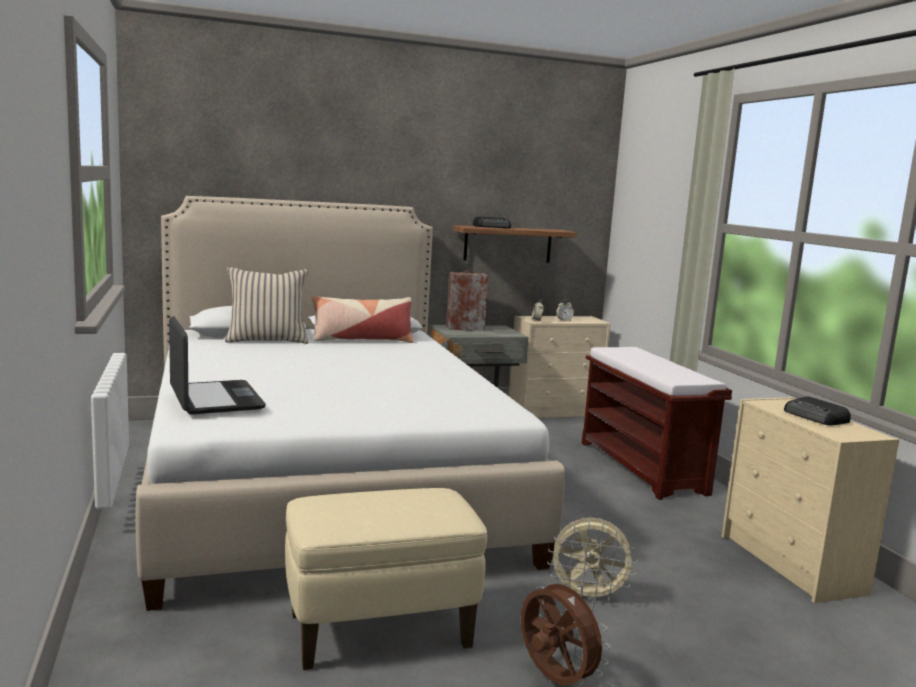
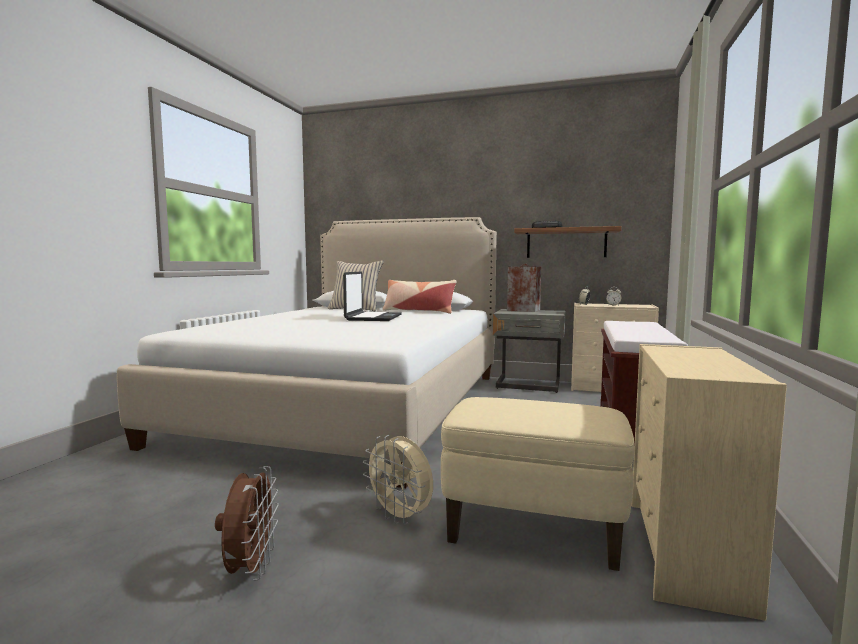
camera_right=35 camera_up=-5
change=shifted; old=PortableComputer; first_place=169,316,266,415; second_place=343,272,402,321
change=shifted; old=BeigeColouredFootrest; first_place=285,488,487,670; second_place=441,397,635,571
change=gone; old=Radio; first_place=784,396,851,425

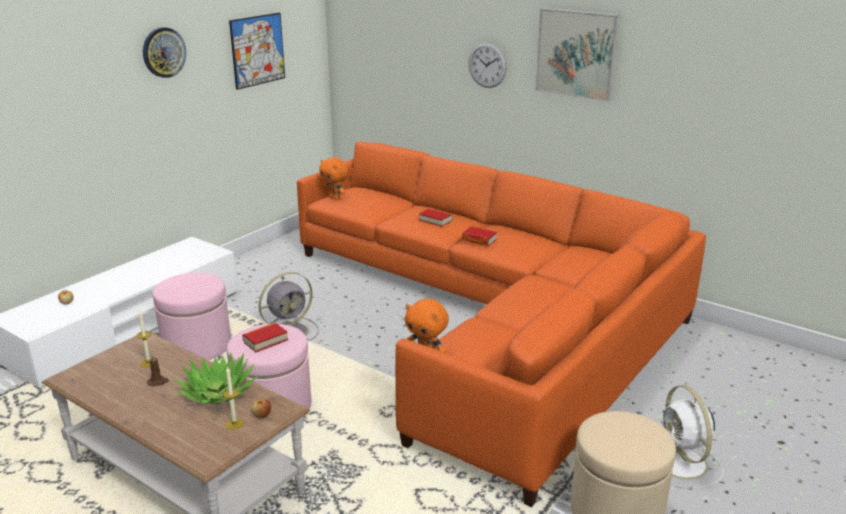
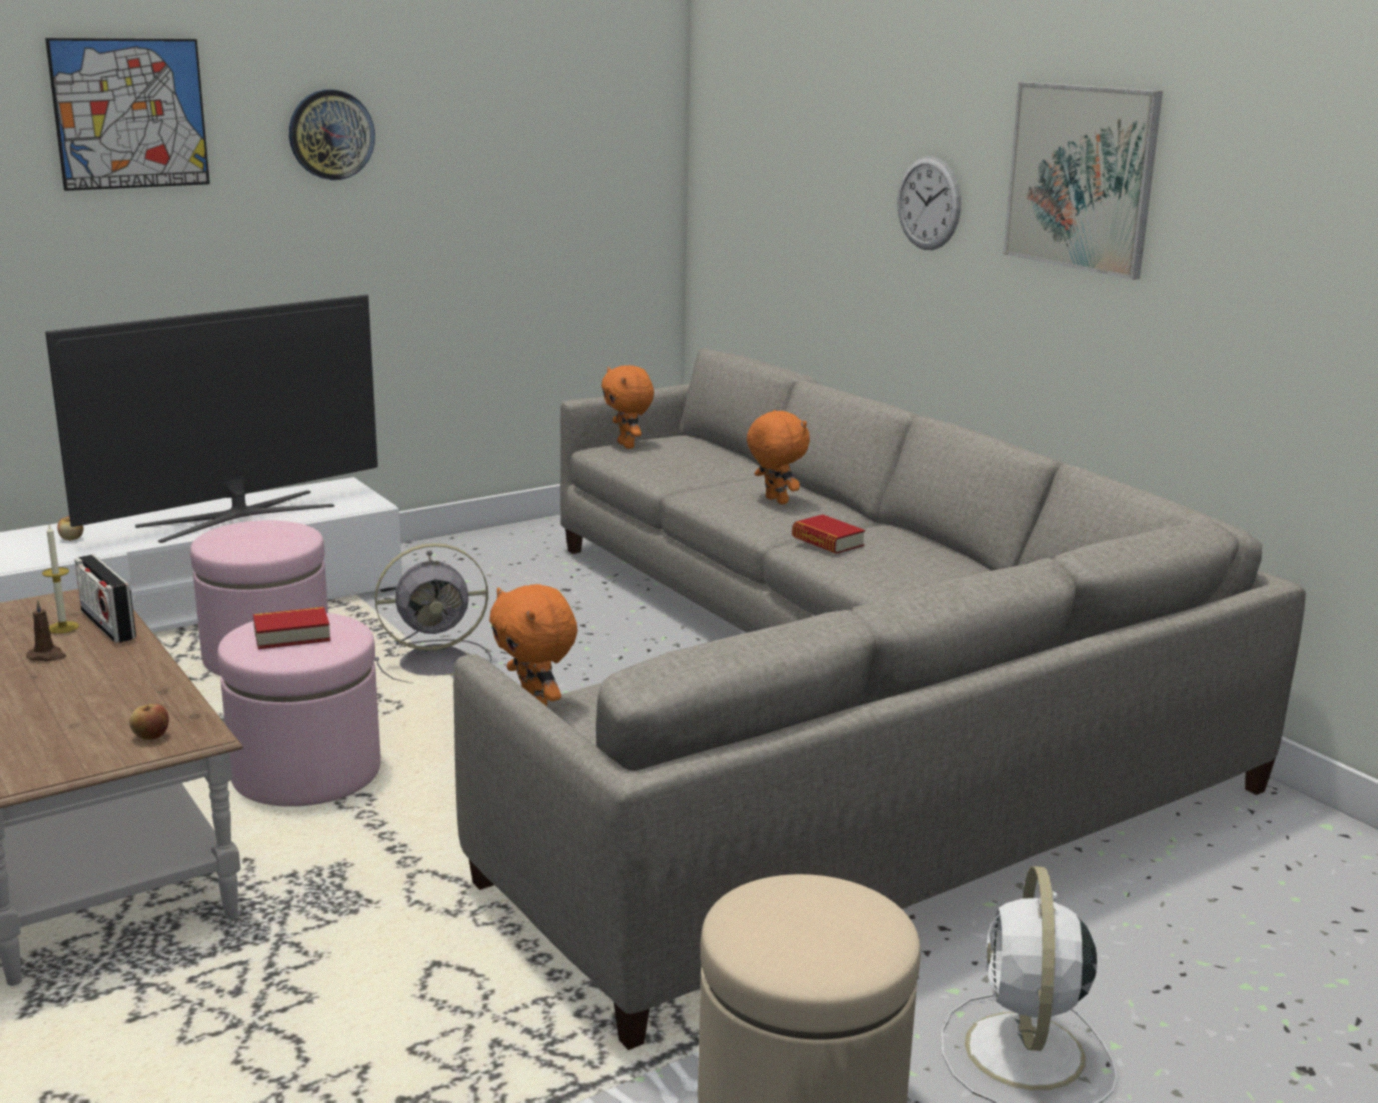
camera_right=20 camera_up=-5
change=shifted; old=WallPicture; first_place=229,13,285,90; second_place=45,38,210,191
change=new; new=Television; second_place=45,294,378,543
change=new; new=Radio; second_place=74,555,136,643
change=repainted; old=OrangeSettee; new=GreyishSettee; first_place=297,141,706,507; second_place=453,348,1306,1050
change=swapped; old=Volume; new=OrangeSoftToy; first_place=419,208,453,227; second_place=747,410,810,504
change=gone; old=PottedPlant; first_place=175,352,258,404
change=gone; old=WaxLight; first_place=223,366,244,430

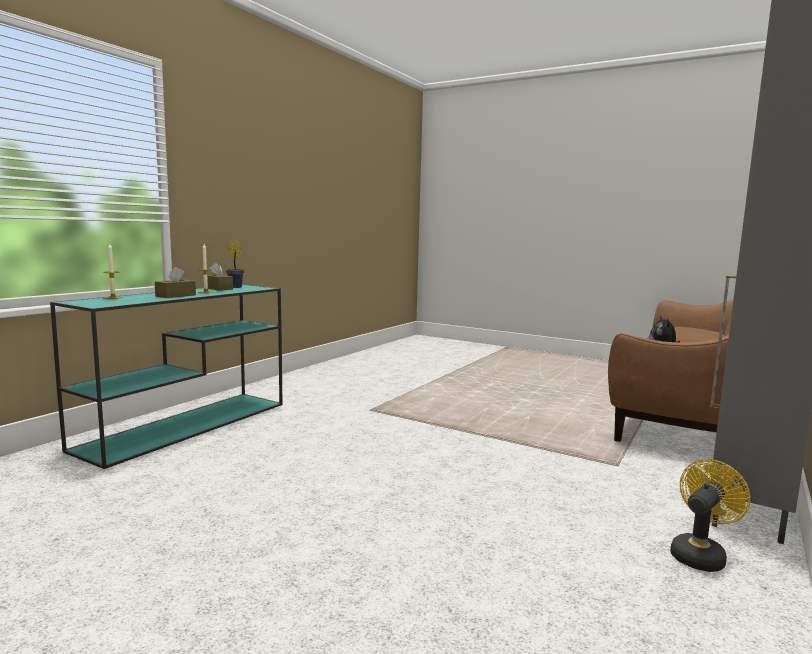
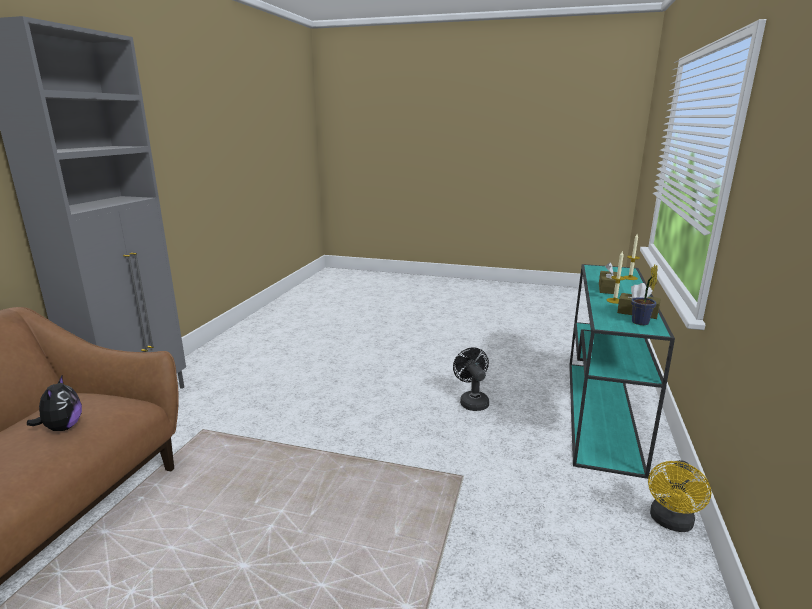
camera_right=165 camera_up=10
change=new; new=BlackColouredElectricFan; second_place=453,347,489,411
change=shifted; old=YellowishElectricFan; first_place=670,459,751,572; second_place=648,460,711,532

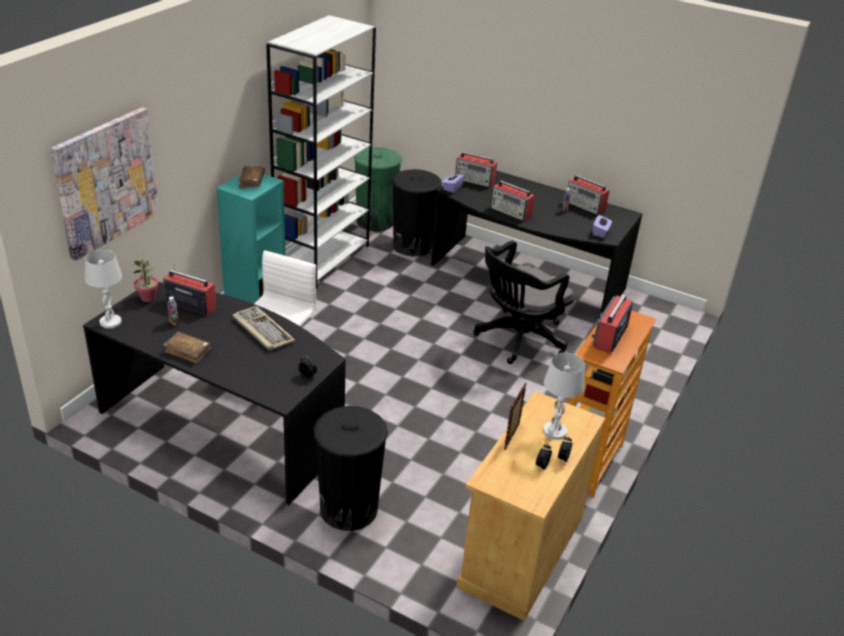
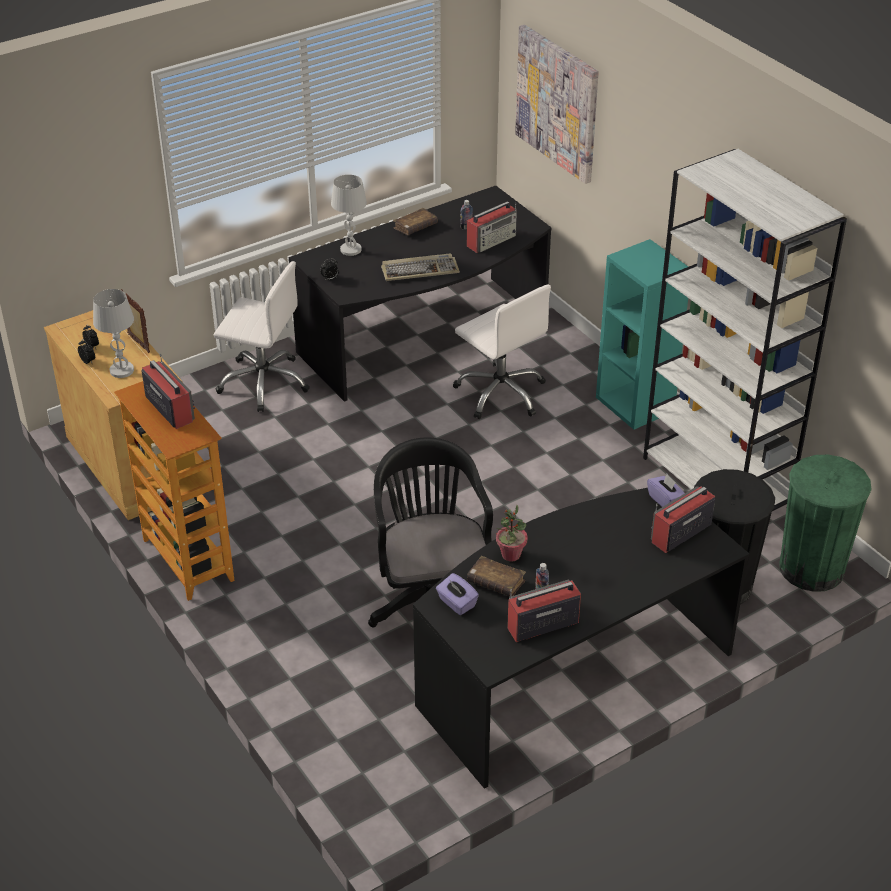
camera_right=120 camera_up=5
change=swapped; old=BlackColouredWasteBin; new=WhiteOfficeChair; first_place=314,406,388,531; second_place=214,261,310,412
change=shifted; old=WhiteTabletopLamp; first_place=85,249,122,329; second_place=331,175,367,256
change=shifted; old=BrownColouredVolume; first_place=238,166,265,188; second_place=467,556,526,597
change=shifted; old=PottedPlant; first_place=133,259,159,302; second_place=496,505,528,561
change=gone; old=Radio; first_place=491,181,535,221

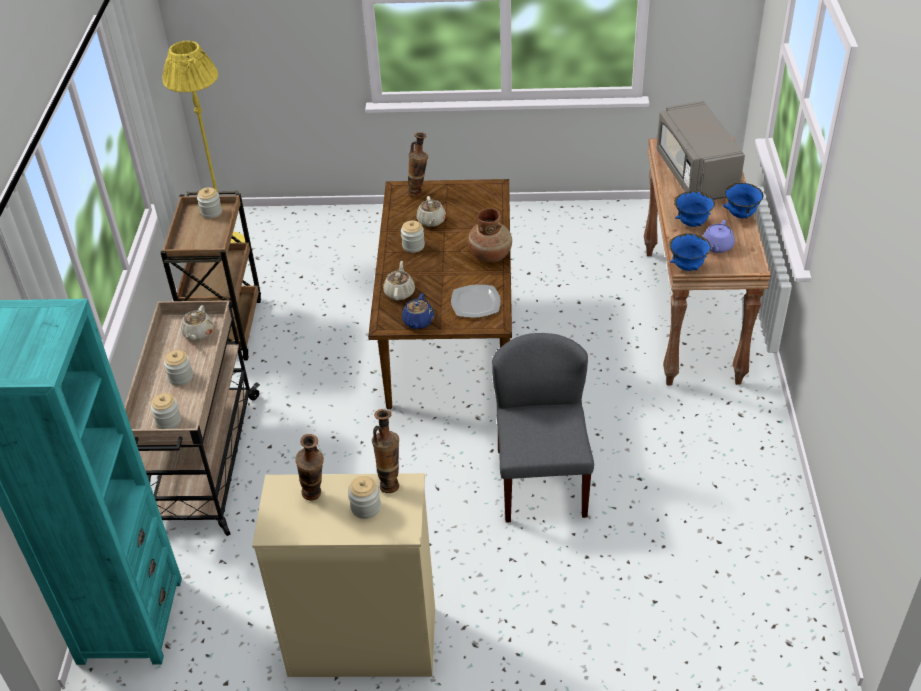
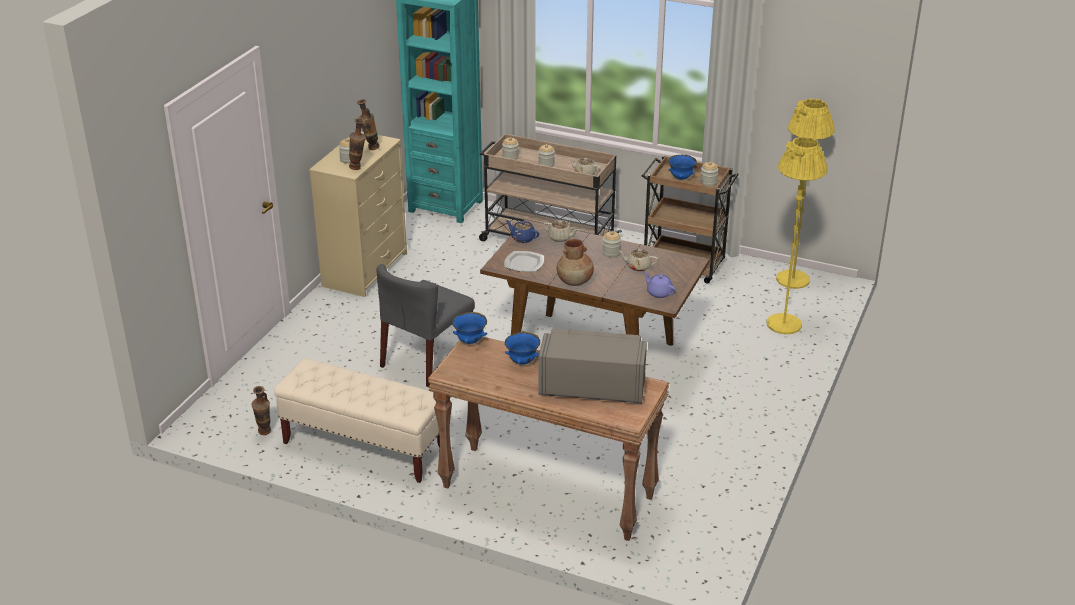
camera_right=110 camera_up=-10
change=shifted; old=FlowerVase; first_place=408,132,428,197; second_place=252,386,271,435
change=new; new=BeigeColouredLongSeat; second_place=274,358,439,483
change=rotated; old=GreyishUprightChair; first_place=492,333,594,523; second_place=376,264,475,387; degrees=105
change=shifted; old=PurplePotForTea; first_place=703,220,735,253; second_place=643,271,676,298
change=shifted; old=BlueDeepDish; first_place=723,183,763,218; second_place=668,155,697,180
change=new; new=YellowishStandardLamp; second_place=766,137,827,334

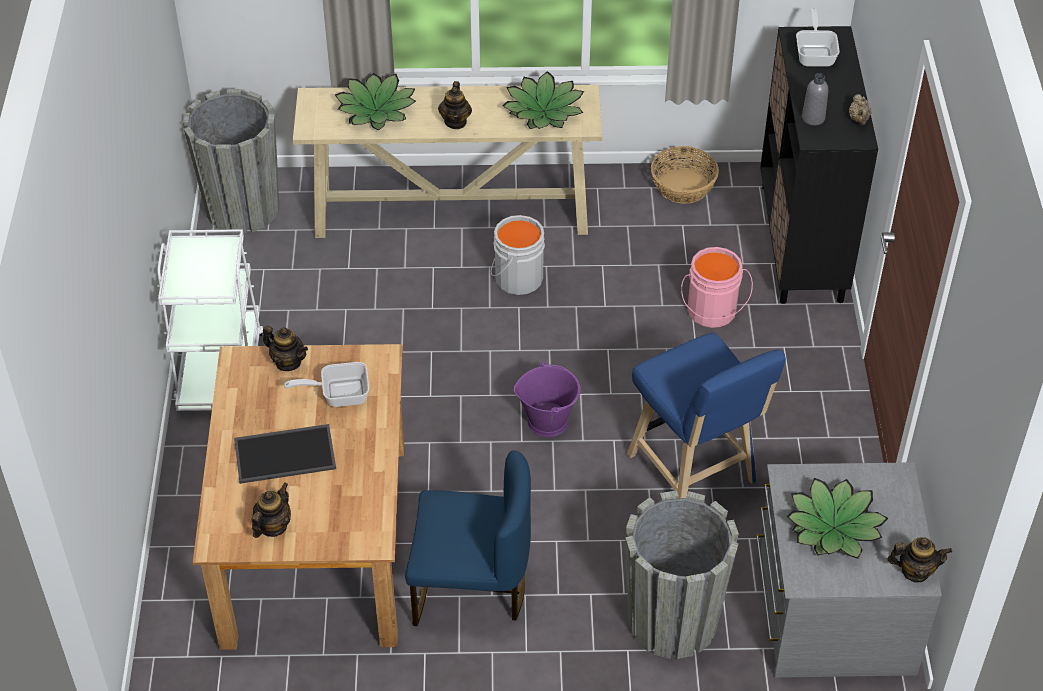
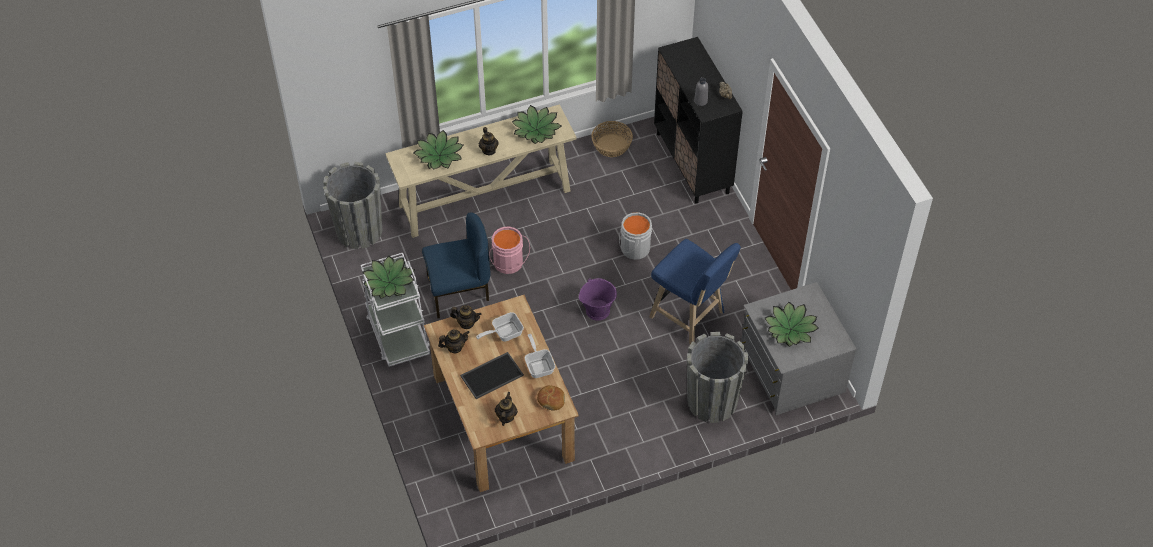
camera_right=-20 camera_up=5
change=new; new=PottedPlant; second_place=363,256,415,299
change=shifted; old=BlueUprightChair; first_place=405,450,531,626; second_place=422,212,490,318
change=shifted; old=PotForTea; first_place=887,537,952,583; second_place=438,329,470,354
change=shifted; old=PinkishPail; first_place=681,247,753,328; second_place=489,227,530,274
change=shifted; old=Skillet; first_place=796,8,840,67; second_place=525,334,556,378
change=new; new=Bread; second_place=537,385,565,410
change=shifted; old=GreyishPail; first_place=491,215,545,295; second_place=619,212,652,260

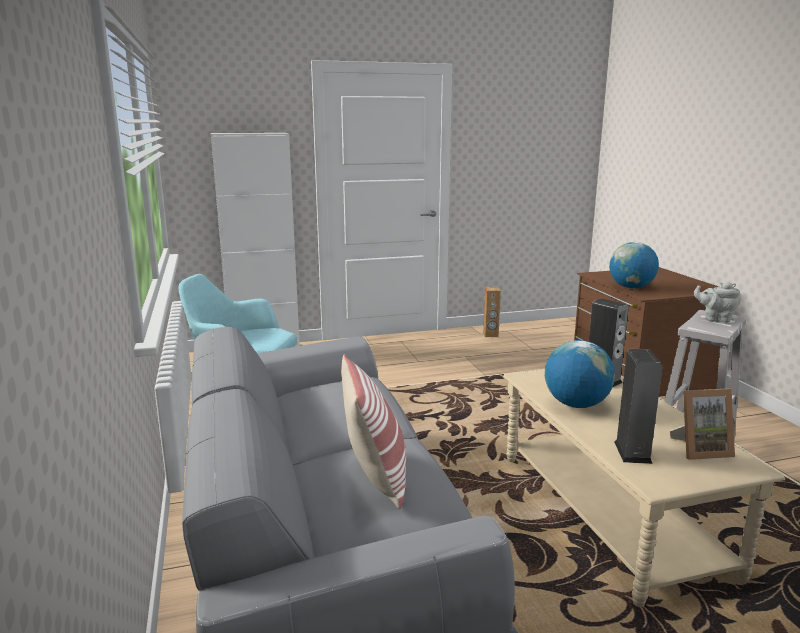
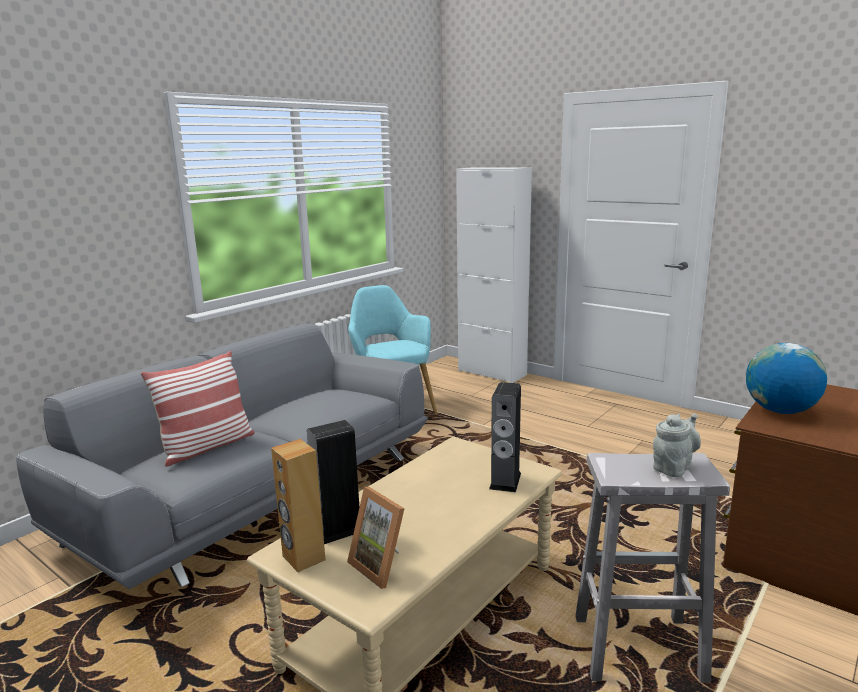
camera_right=55 camera_up=0
change=shifted; old=BrownColouredSpeaker; first_place=483,287,501,337; second_place=271,439,326,572
change=rotated; old=GreyishPotForTea; first_place=694,282,740,323; second_place=653,413,701,477; degrees=60
change=gone; old=Globe; first_place=545,340,615,408

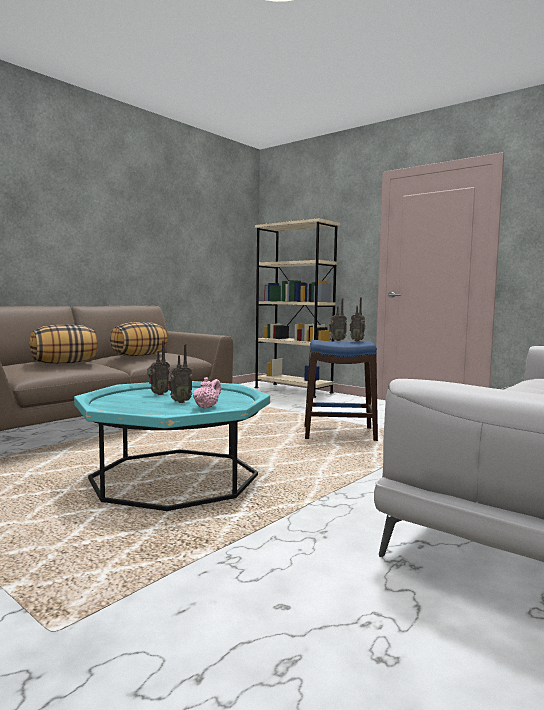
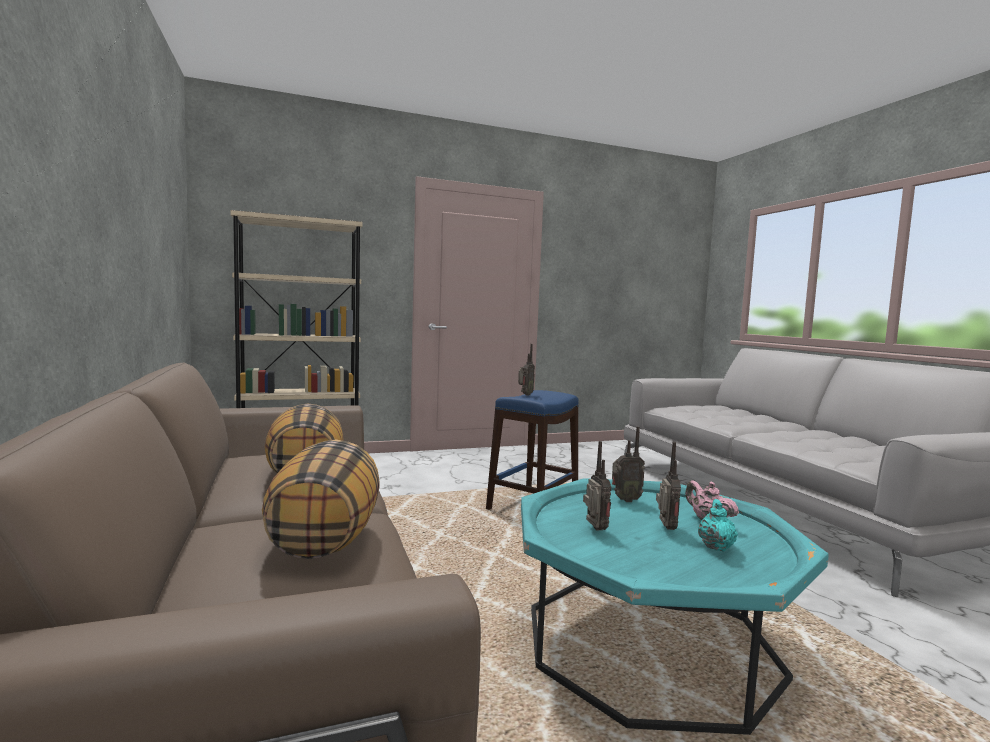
camera_right=-60 camera_up=0
change=shifted; old=Radio; first_place=350,298,366,341; second_place=612,426,645,502
change=new; new=TurquoisePotForTea; second_place=698,499,738,552

